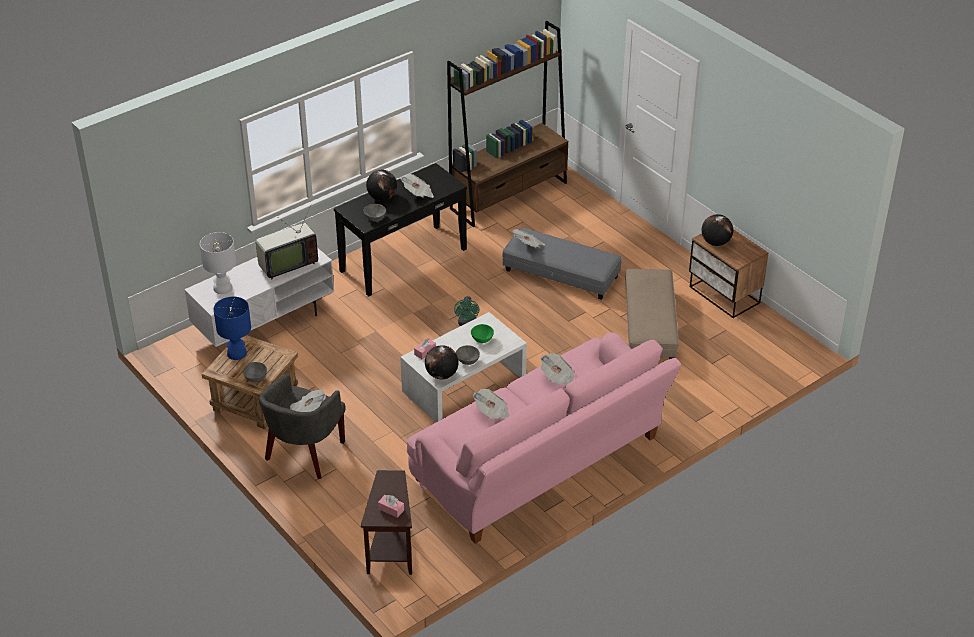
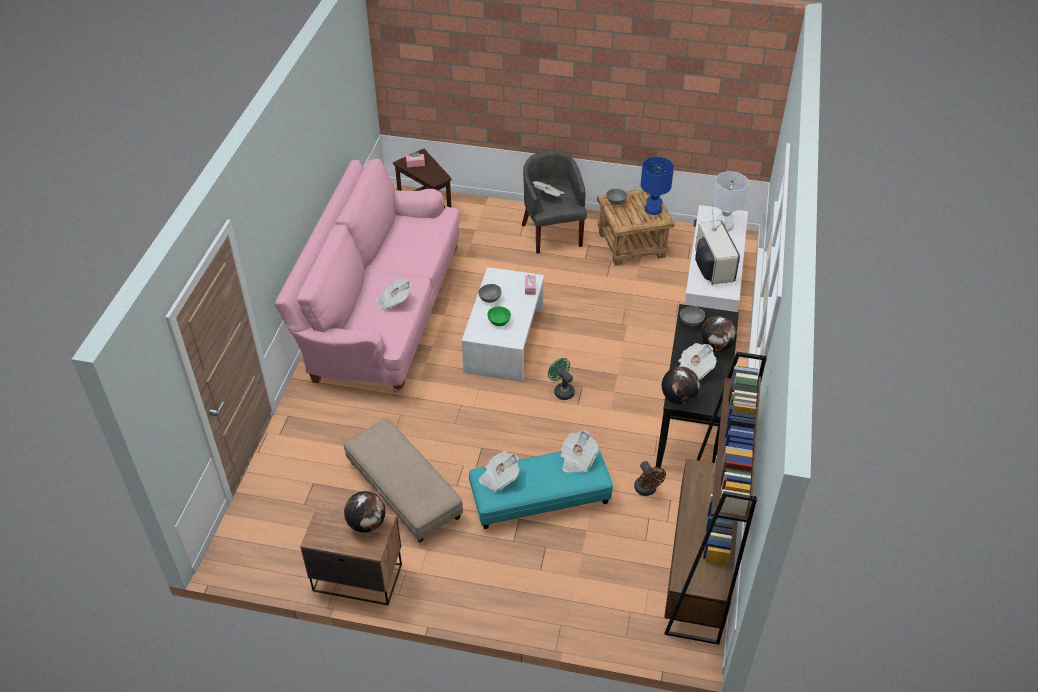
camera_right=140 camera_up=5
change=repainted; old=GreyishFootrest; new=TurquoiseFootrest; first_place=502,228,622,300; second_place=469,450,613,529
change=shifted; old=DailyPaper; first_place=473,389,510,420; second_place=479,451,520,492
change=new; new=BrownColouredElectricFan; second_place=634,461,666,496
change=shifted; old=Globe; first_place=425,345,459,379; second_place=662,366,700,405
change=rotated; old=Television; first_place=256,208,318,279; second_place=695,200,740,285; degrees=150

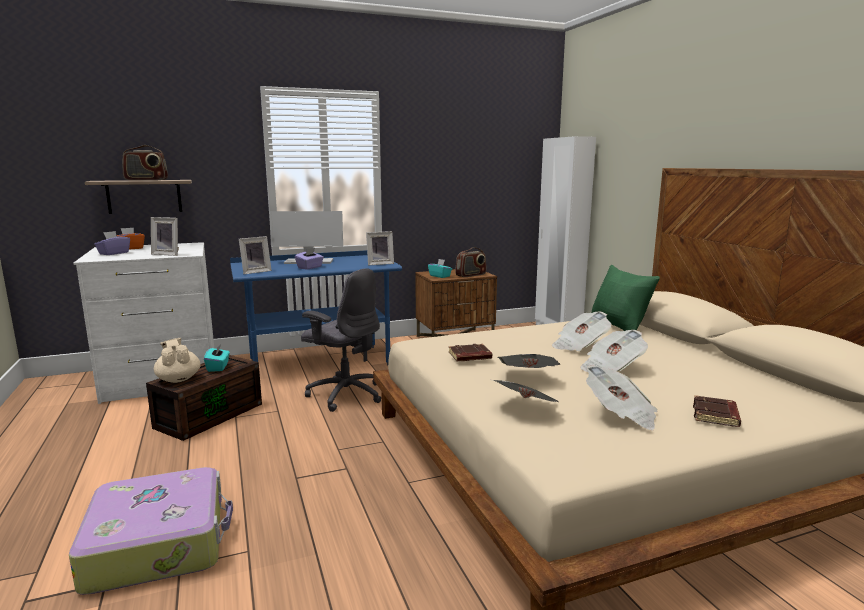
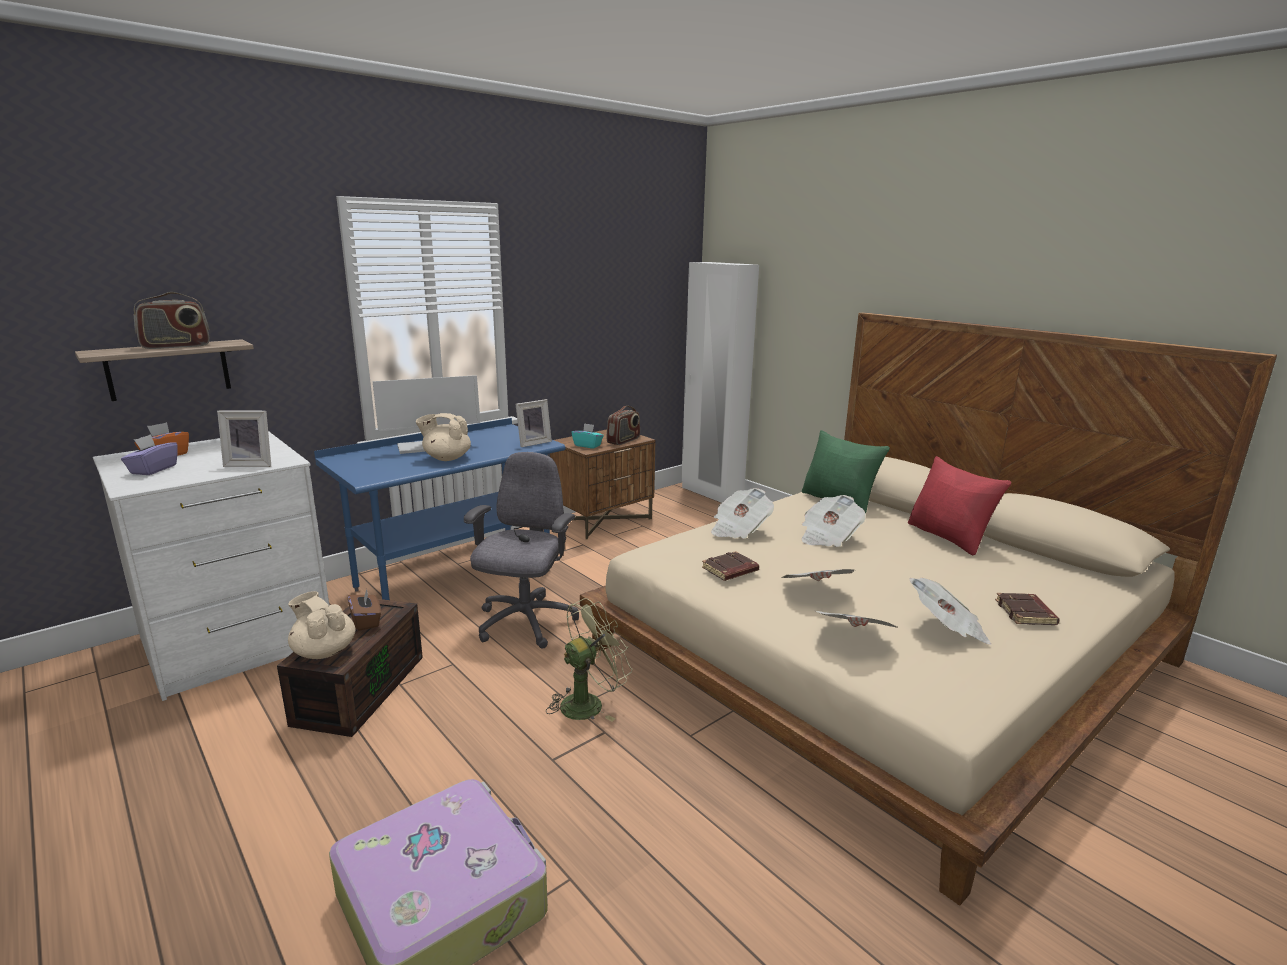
camera_right=-20 camera_up=5
change=repainted; old=TurquoiseTissueBox; new=BrownColouredTissueBox; first_place=204,344,230,372; second_place=348,589,381,631
change=swapped; old=PurpleTissueBox; new=BeigeColouredPotForTea; first_place=295,248,324,270; second_place=416,413,471,461
change=rotated; old=GreyishOfficeChair; first_place=301,268,382,412; second_place=464,452,579,649; degrees=-90
change=new; new=GreenElectricFan; second_place=546,598,632,722
change=shifted; old=DailyPaper; first_place=580,330,648,372; second_place=711,488,774,539
change=new; new=ReddishCushion; second_place=908,456,1011,555
change=gone; old=PhotoFrame; first_place=239,236,272,274

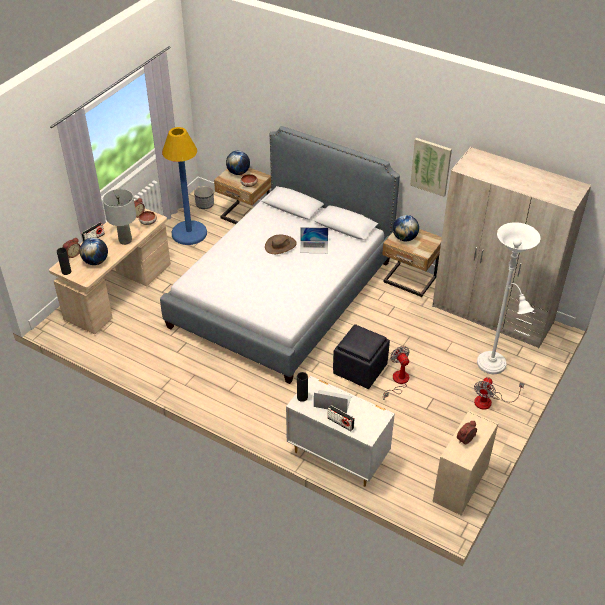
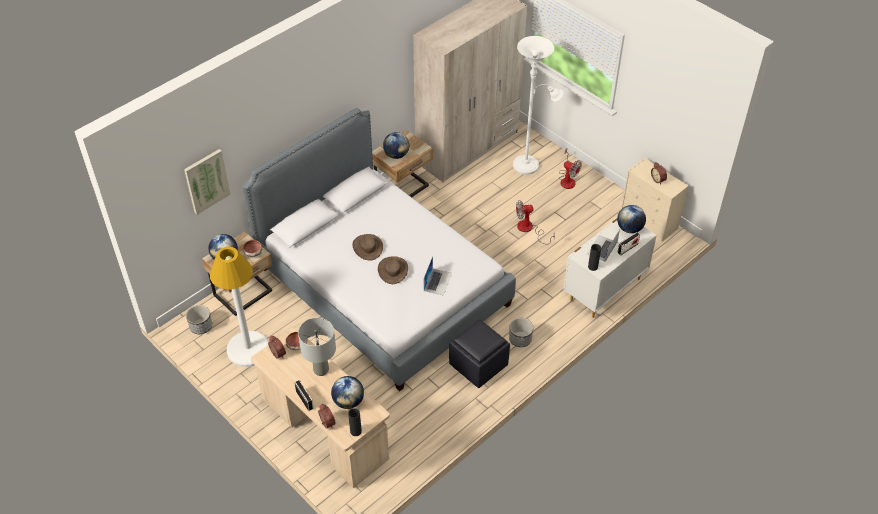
camera_right=-75 camera_up=5
change=shifted; old=WallPicture; first_place=410,138,452,197; second_place=184,149,231,215
change=repainted; old=BlueStandardLamp; new=WhiteStandardLamp; first_place=162,127,207,245; second_place=210,247,269,367
change=new; new=BrownColouredClothingHat; second_place=378,257,408,284
change=shifted; old=PortableComputer; first_place=300,227,328,253; second_place=424,256,452,296
change=shifted; old=BlackColouredFootrest; first_place=333,324,390,389; second_place=449,319,510,388
change=new; new=Planter; second_place=509,318,534,347
change=new; new=Globe; second_place=617,205,646,233

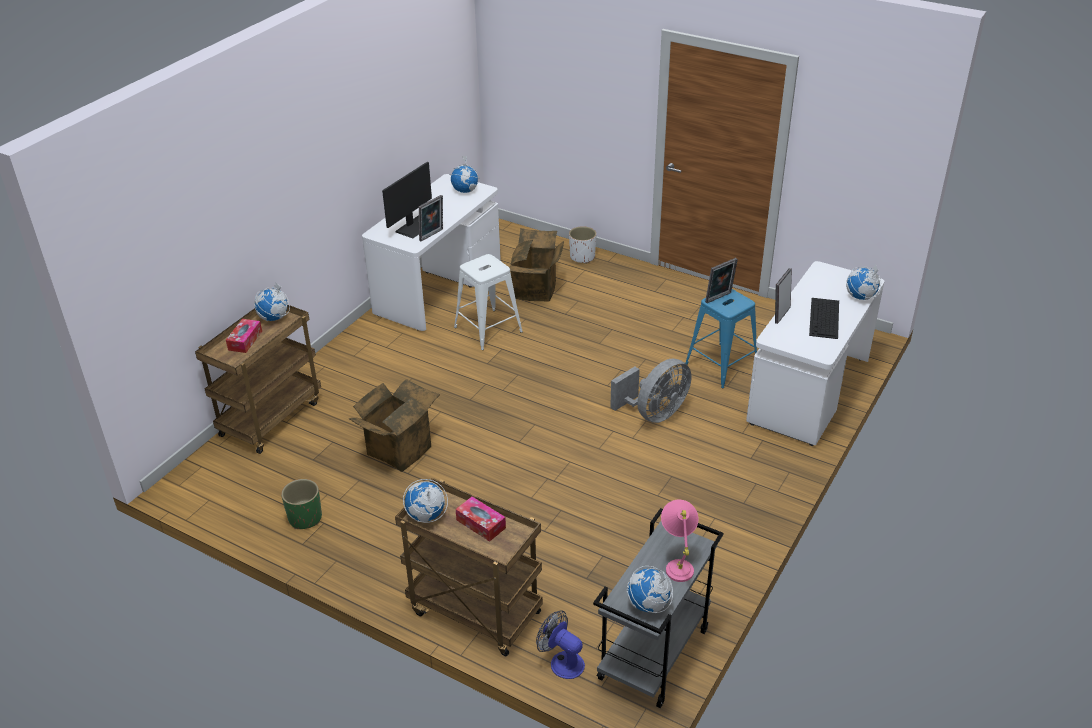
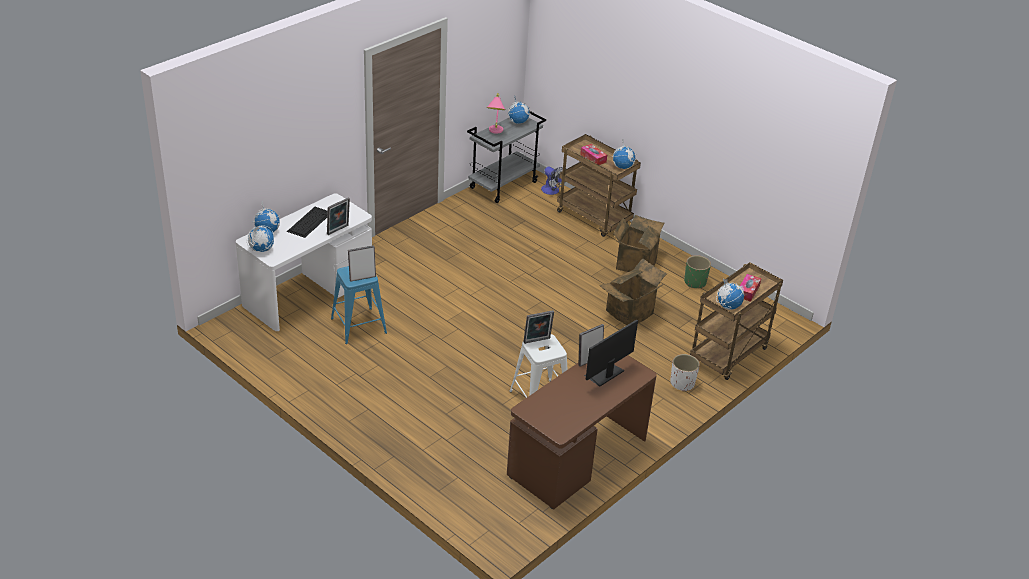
camera_right=-170 camera_up=0
change=shifted; old=Globe; first_place=449,156,479,193; second_place=247,225,274,252
change=repainted; old=WhiteDesk; new=BrownColouredDesk; first_place=362,174,501,331; second_place=507,355,657,509
change=new; new=PhotoFrame; second_place=523,310,554,344
change=shifted; old=PackingBox; first_place=509,228,564,301; second_place=613,215,665,272
change=shifted; old=WhitePlanter; first_place=569,226,596,264; second_place=670,354,700,392
change=gone; old=GreyishElectricFan; first_place=610,359,691,423

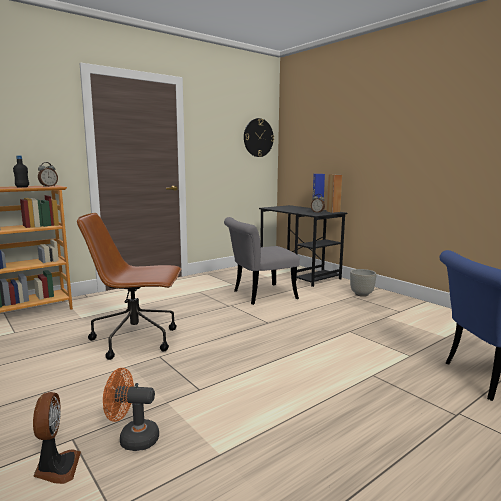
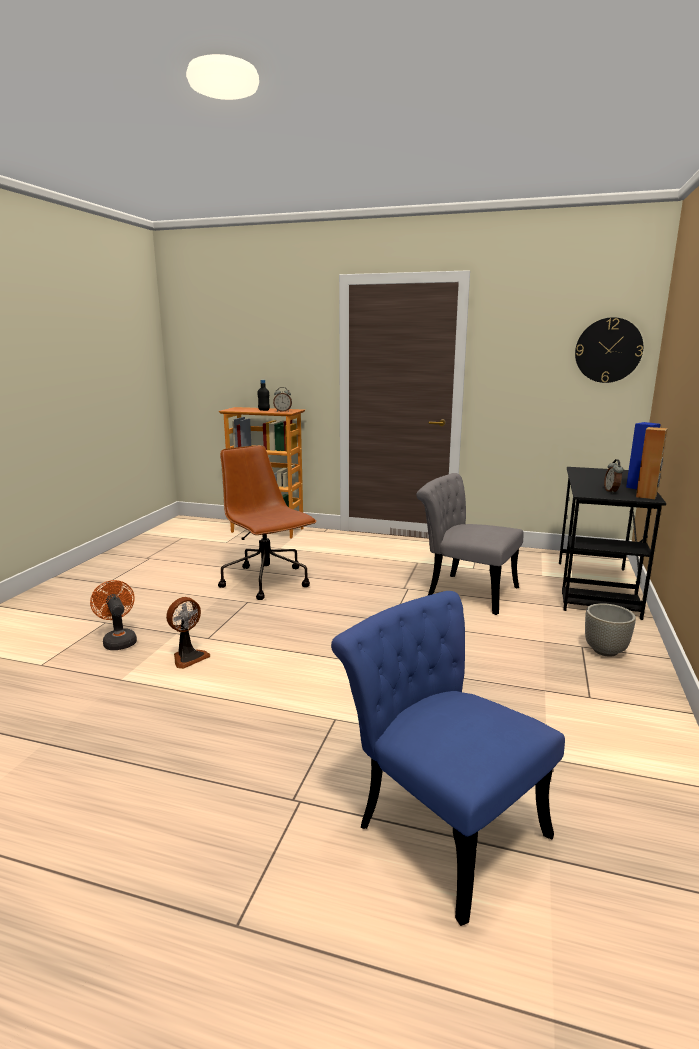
camera_right=55 camera_up=5
change=shifted; old=ElectricFan; first_place=33,392,81,484; second_place=166,597,210,669

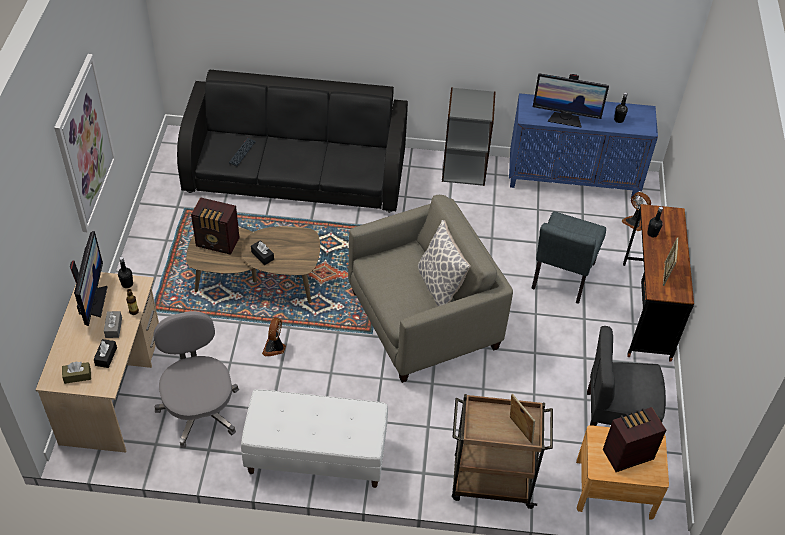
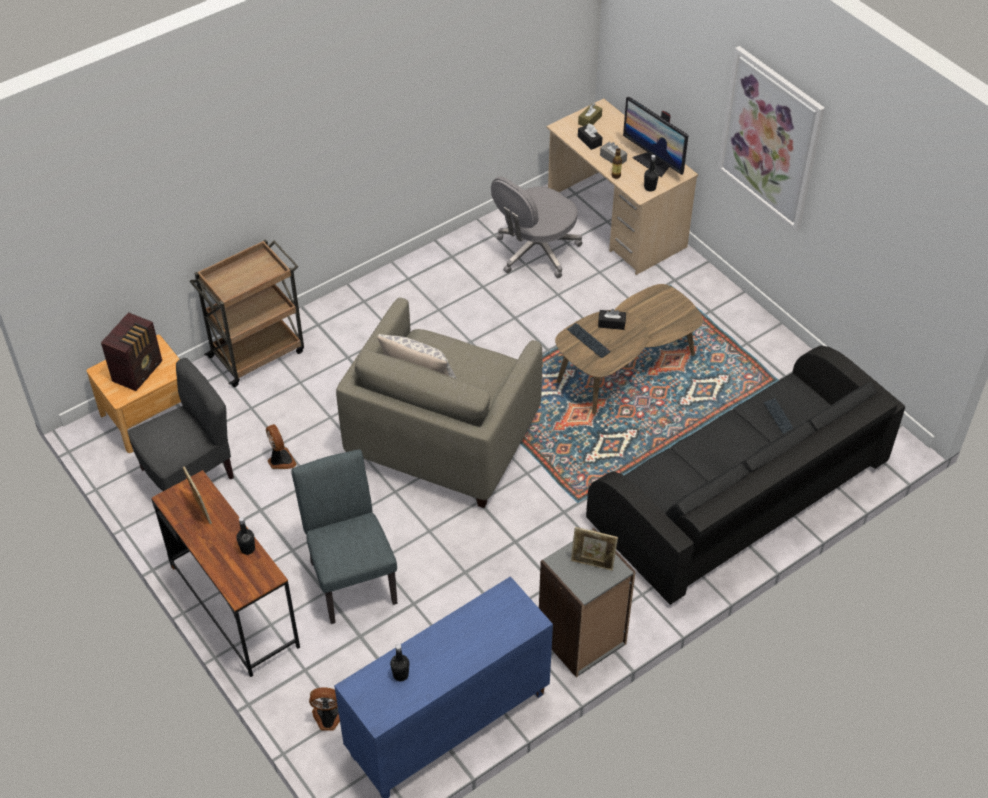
camera_right=140 camera_up=0
change=shifted; old=ElectricFan; first_place=262,317,286,356; second_place=266,424,297,469
change=rotated; old=GreyishOfficeChair; first_place=153,311,239,448; second_place=491,176,583,278; degrees=105
change=new; new=PcKeyboard; second_place=567,323,610,358
change=shifted; old=PhotoFrame; first_place=510,394,535,444; second_place=571,527,618,571
change=gone; old=Radio; first_place=191,197,240,255
change=gone; old=WhiteLongSeat; first_place=241,389,388,488
change=gone; old=Monitor; first_place=533,73,609,127

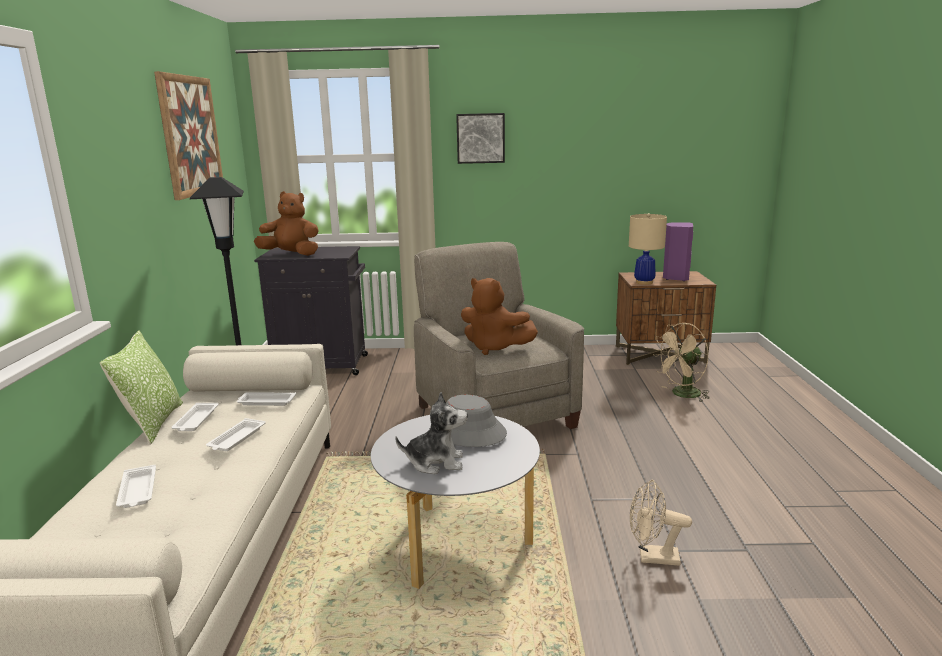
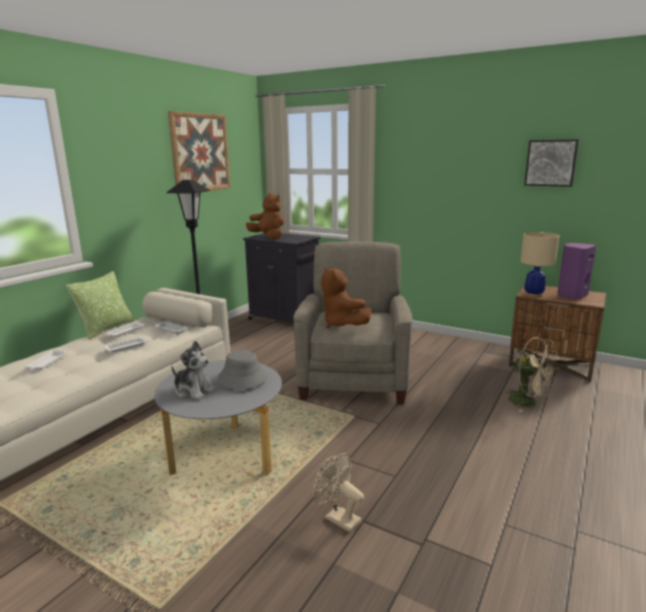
camera_right=30 camera_up=0
change=rotated; old=BeigeColouredElectricFan; first_place=653,323,710,402; second_place=506,337,559,412; degrees=-135
change=shifted; old=WallPicture; first_place=456,113,505,164; second_place=524,139,579,187

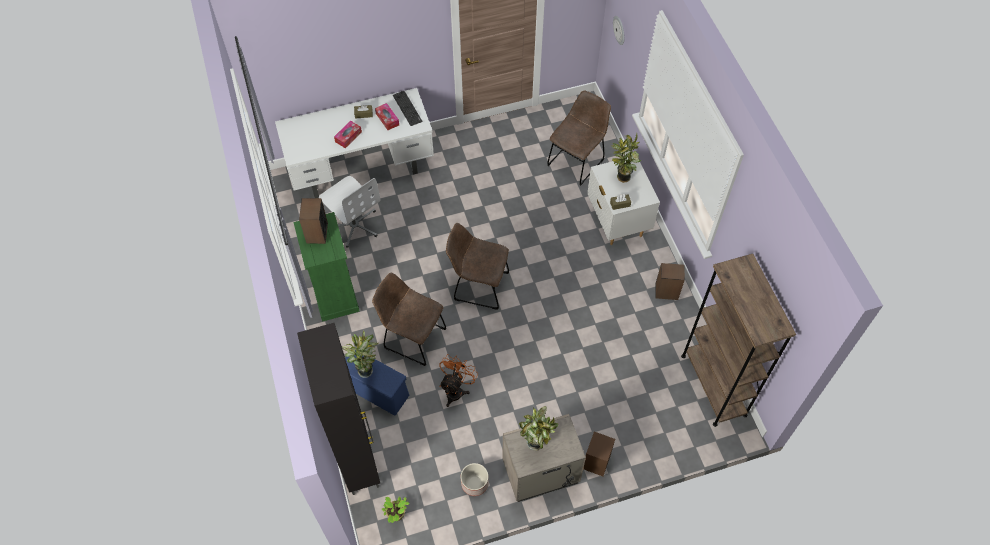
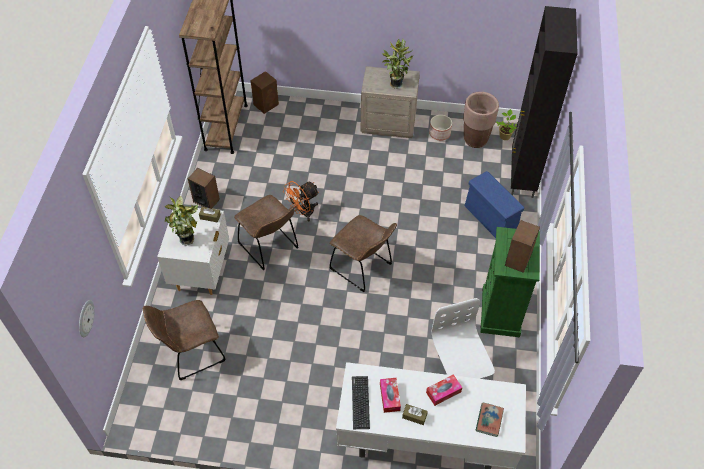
camera_right=-155 camera_up=-5
change=shifted; old=BrownColouredUprightChair; first_place=372,273,446,366; second_place=234,195,299,270
change=shifted; old=BrownColouredSpeaker; first_place=583,431,615,476; second_place=250,71,279,114
change=shifted; old=OrangeElectricFan; first_place=439,354,478,407; second_place=283,181,319,221
change=new; new=BrownColouredPlanter; second_place=463,92,499,148
change=new; new=Volume; second_place=475,402,504,437
change=gone; old=PottedPlant; first_place=342,330,378,378

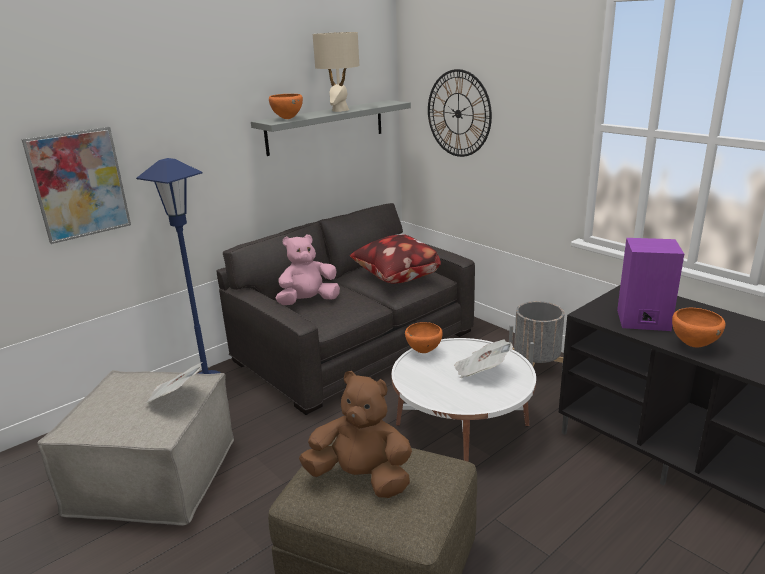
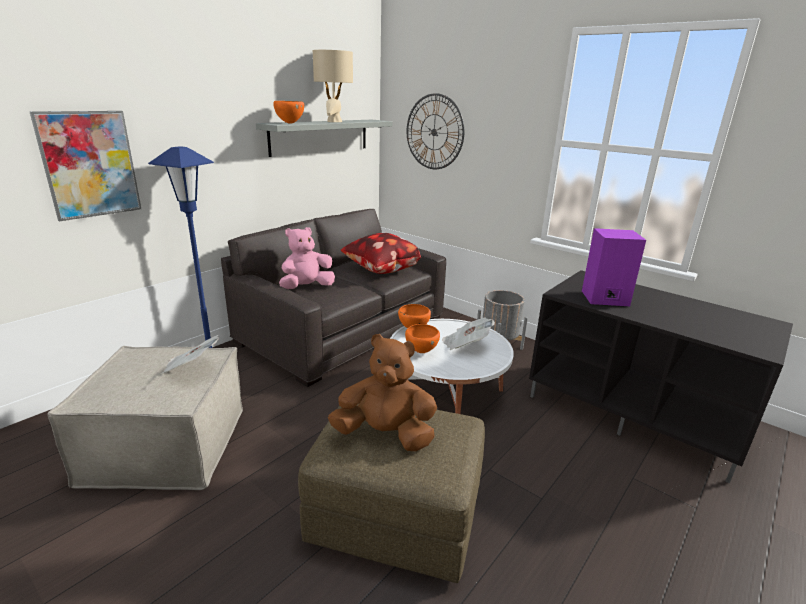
camera_right=-10 camera_up=0
change=shifted; old=OrangeDeepDish; first_place=672,307,725,347; second_place=405,324,440,353

